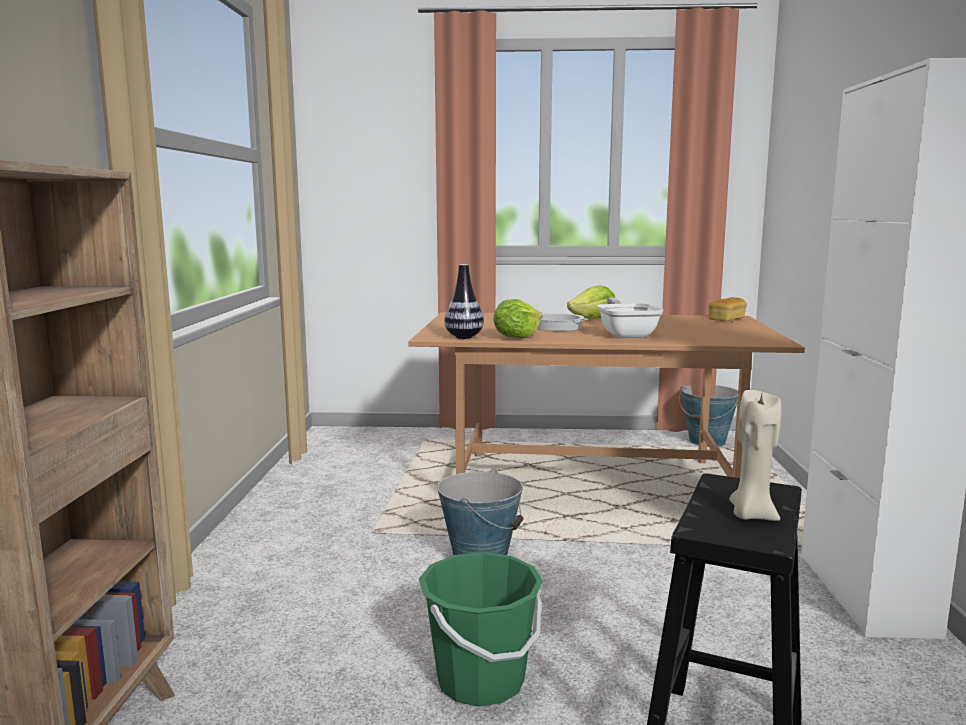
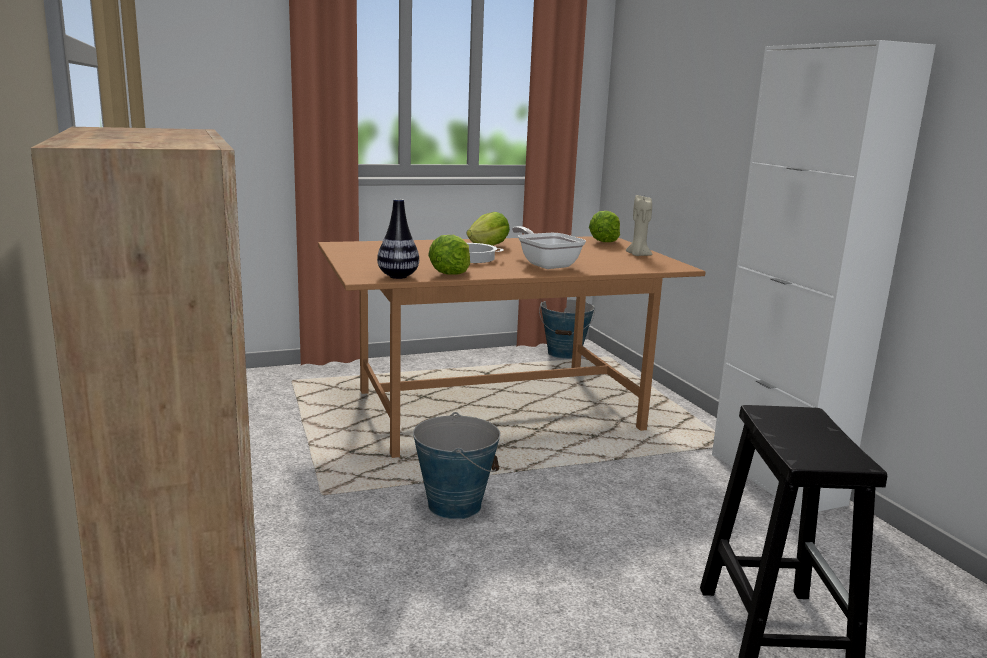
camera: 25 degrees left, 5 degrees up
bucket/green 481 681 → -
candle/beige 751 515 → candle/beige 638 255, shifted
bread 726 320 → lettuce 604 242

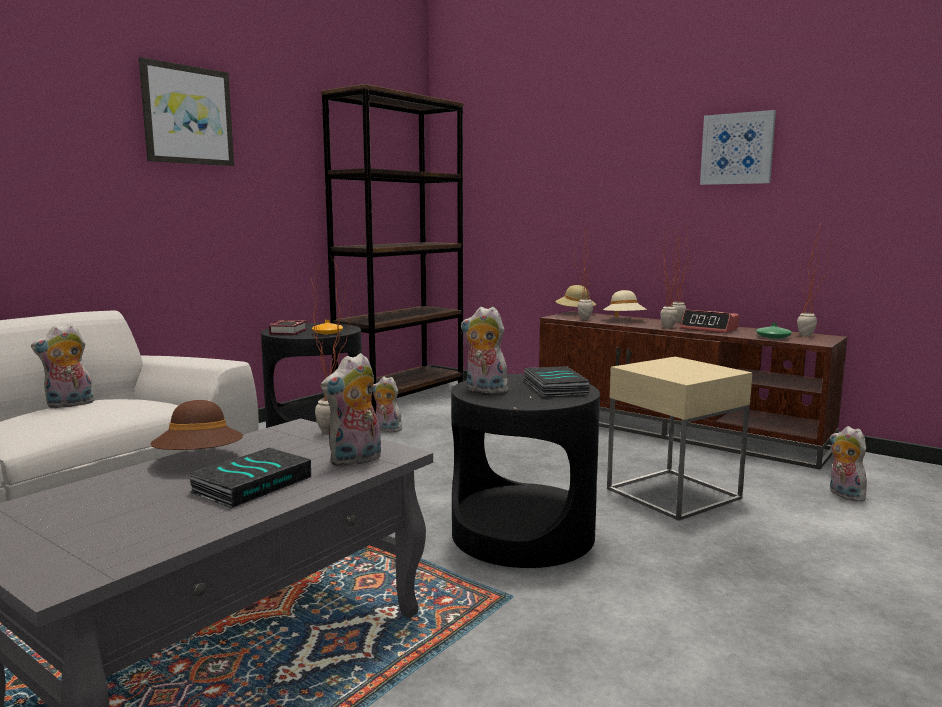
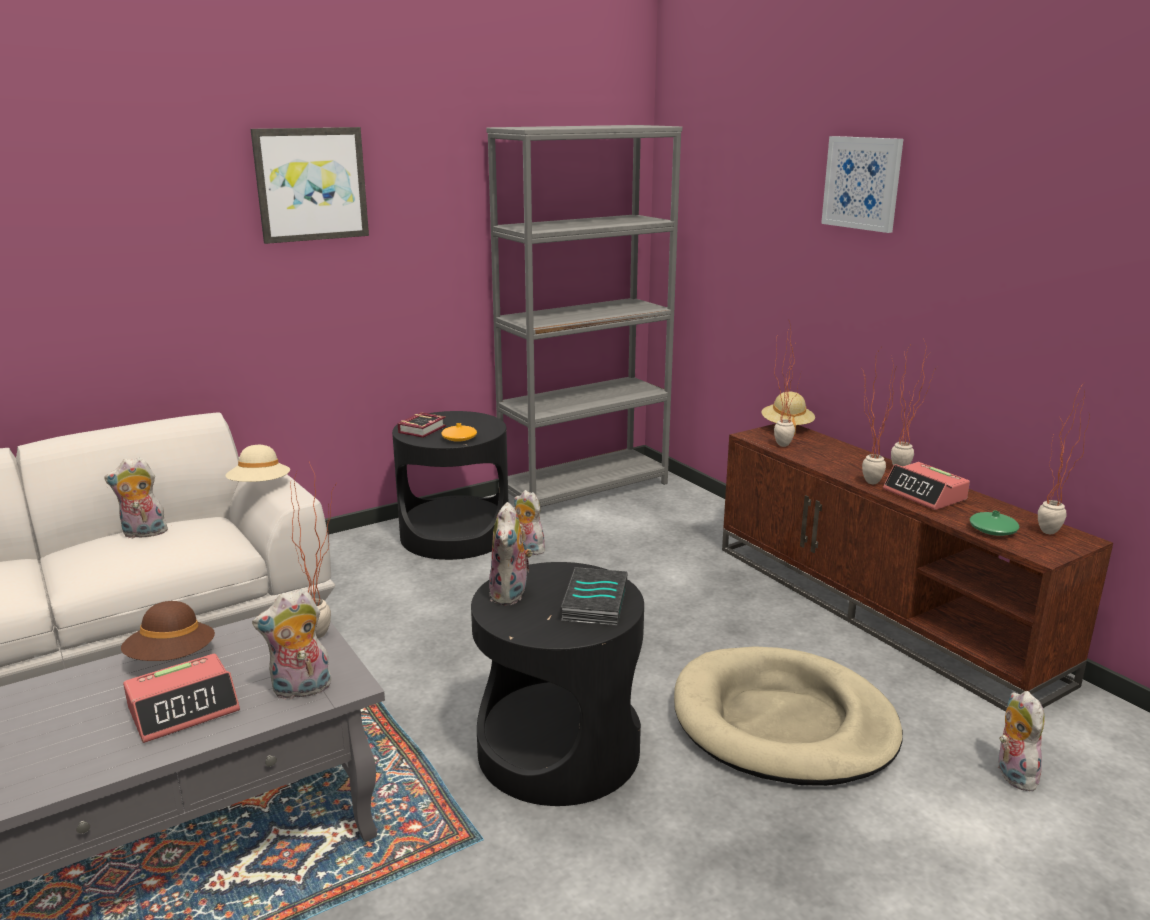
camera: 20 degrees right, 10 degrees up
hat/beige 624 320 → hat/beige 260 487, shifted
picture 737 149 → picture 862 183, shifted
book 251 484 → alarm clock 184 709
side table/beige 673 493 → dog bed/beige 783 723
bookcase/brown 401 394 → bookcase/grey 585 489
plush toy 484 390 → plush toy 511 595, 135 degrees counterclockwise

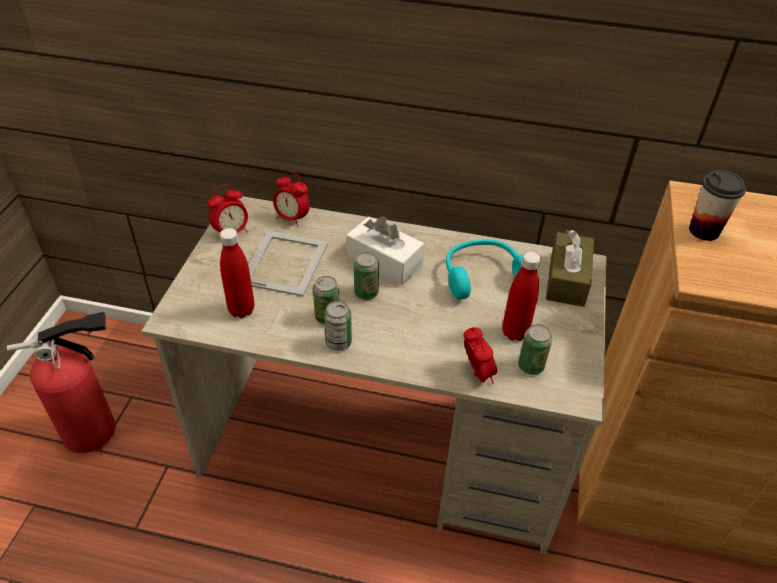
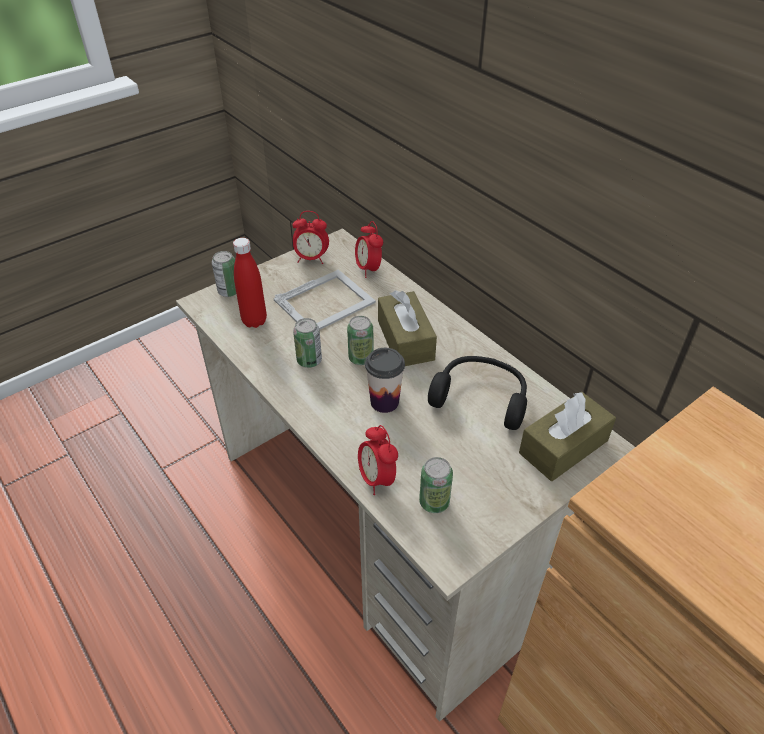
camera: 40 degrees right, 0 degrees up
fire extinguisher 95 430 → -
bottle/red 515 332 → -
can 338 343 → can 229 291, shifted
cup 704 231 → cup 384 402, shifted
tissue box/white 384 261 → tissue box/brown 405 340
headphones/turquoise 482 275 → headphones/black 481 397
alarm clock 477 374 → alarm clock 377 479, 135 degrees clockwise

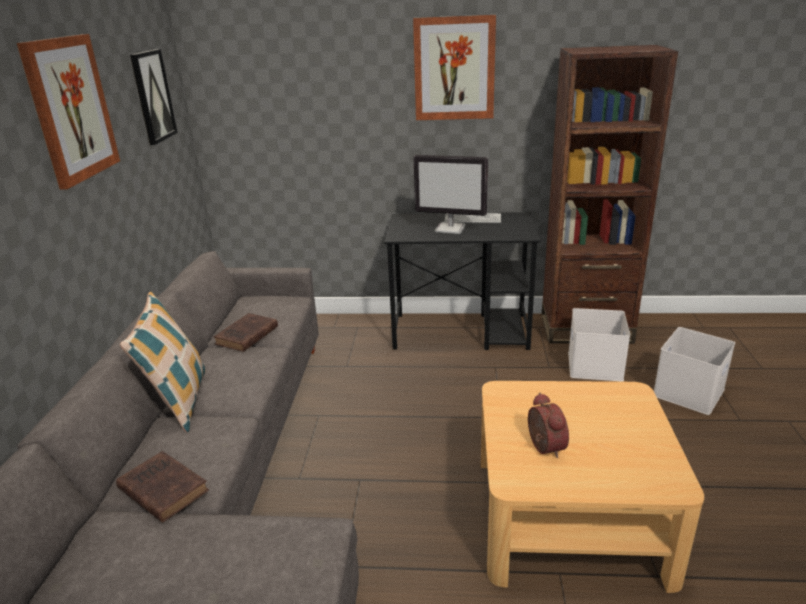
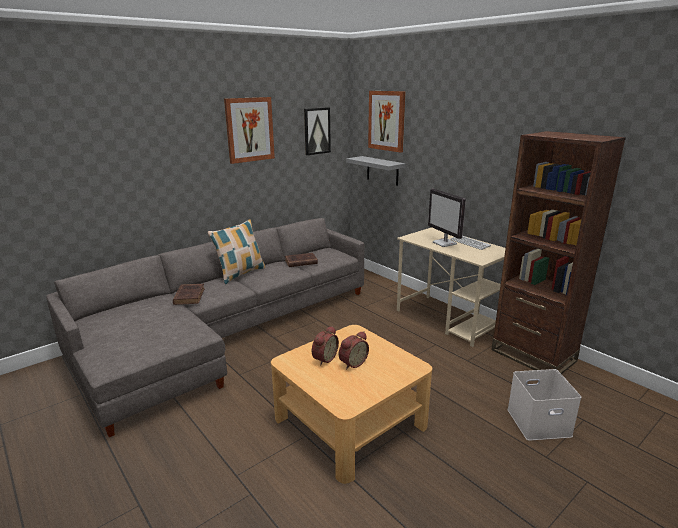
camera: 45 degrees right, 5 degrees down
storage box/white 596 366 → -
- → alarm clock 352 363
- → shelf/grey 382 171
picture 454 69 → picture 386 121, shifted
desk/black 461 331 → desk/beige 448 320

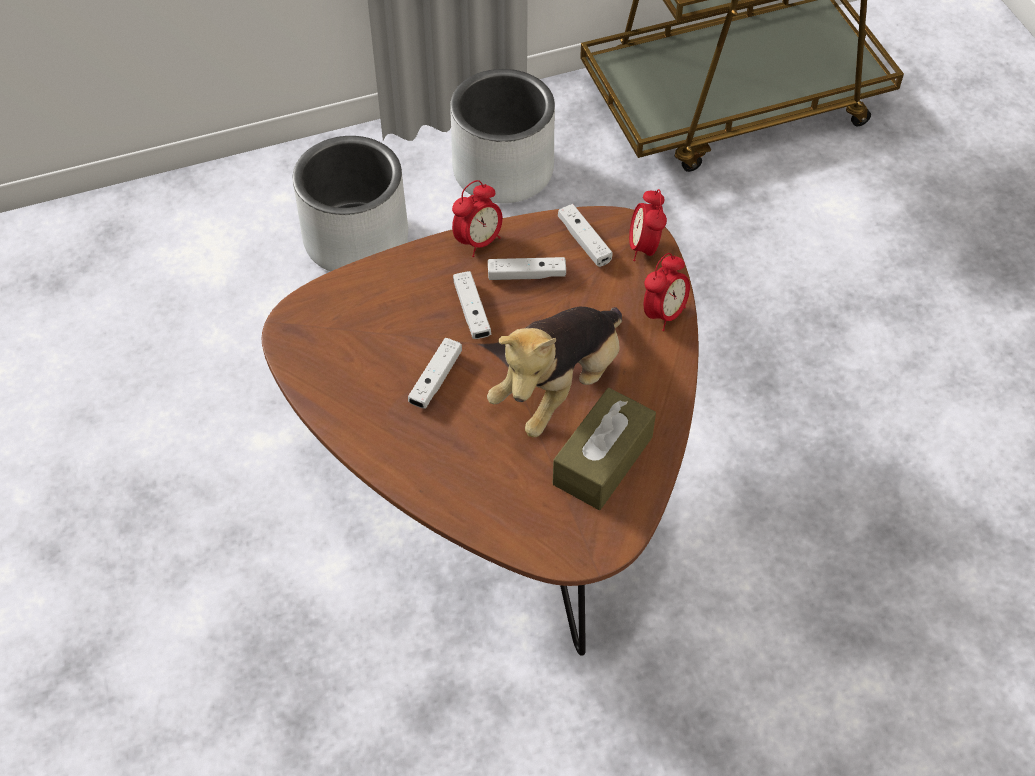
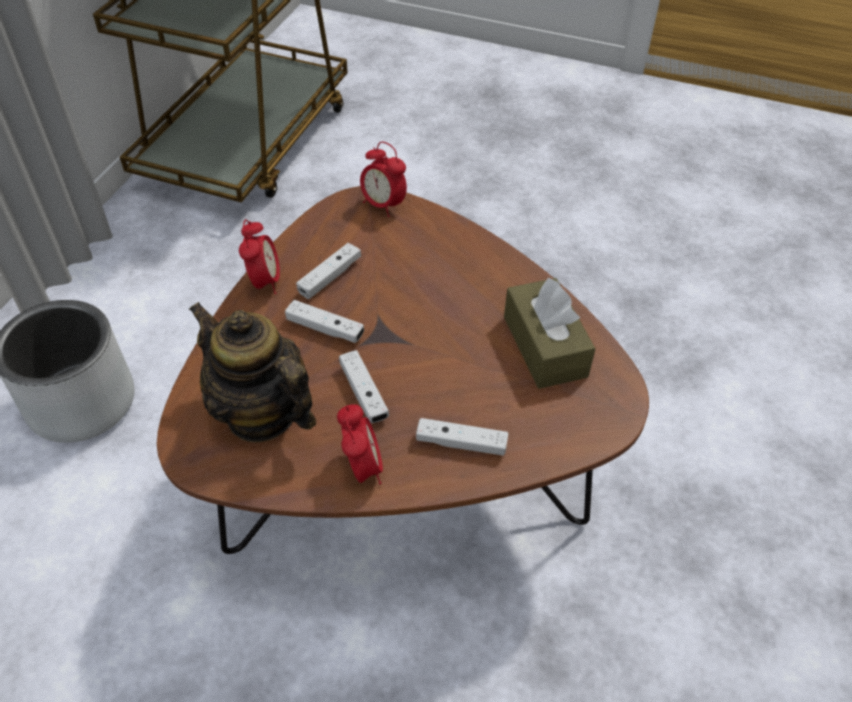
camera: 50 degrees left, 5 degrees down
planter/grey 504 170 → -
plush toy 559 386 → -
- → teapot 261 413
game controller/white 584 241 → game controller/white 461 443, shifted
alarm clock 664 314 → alarm clock 362 468, shifted

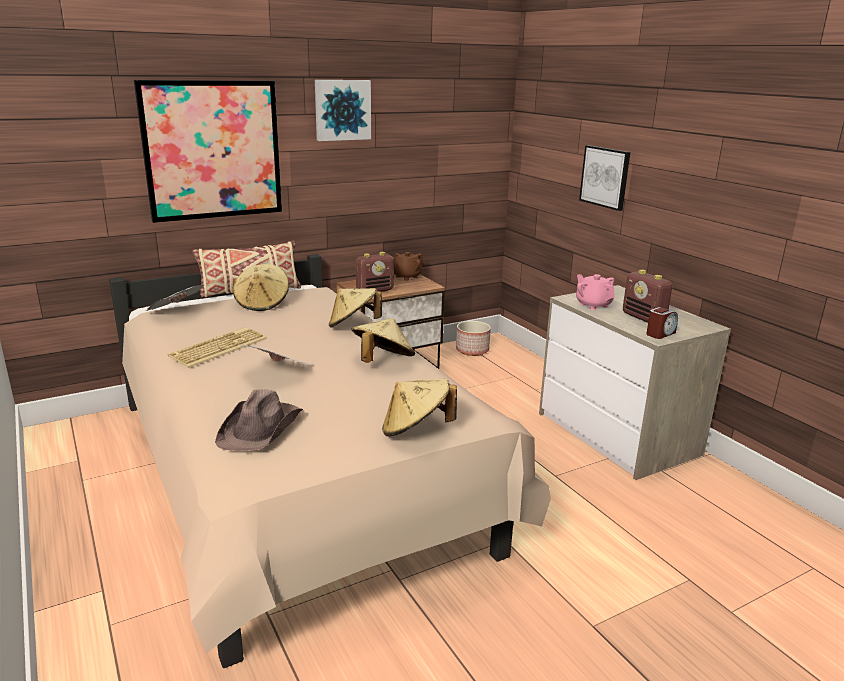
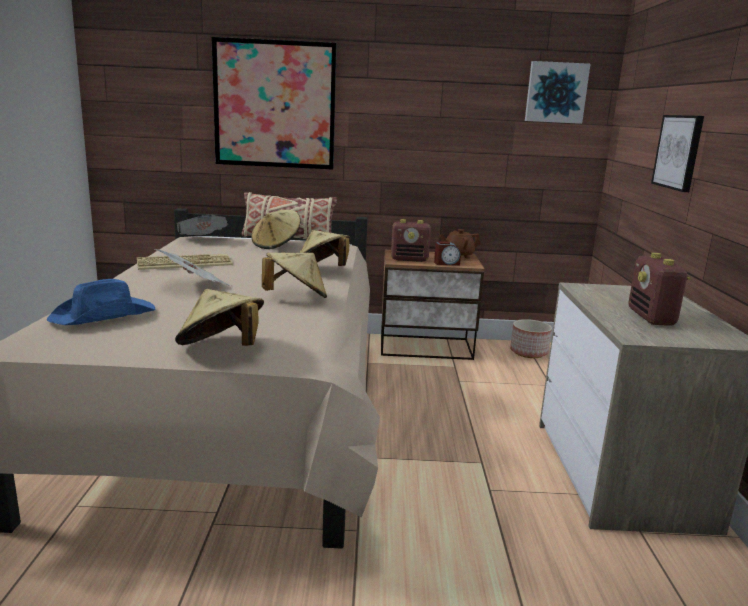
camera: 30 degrees right, 5 degrees down
teapot/pink 593 305 → -
picture 342 110 → picture 556 92, shifted
alarm clock 660 334 → alarm clock 446 263, shifted
hat/brown 261 428 → hat/blue 104 315

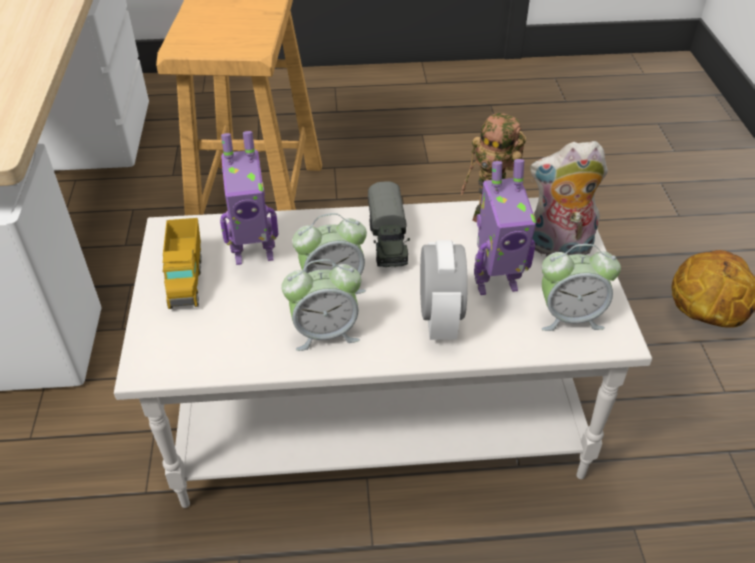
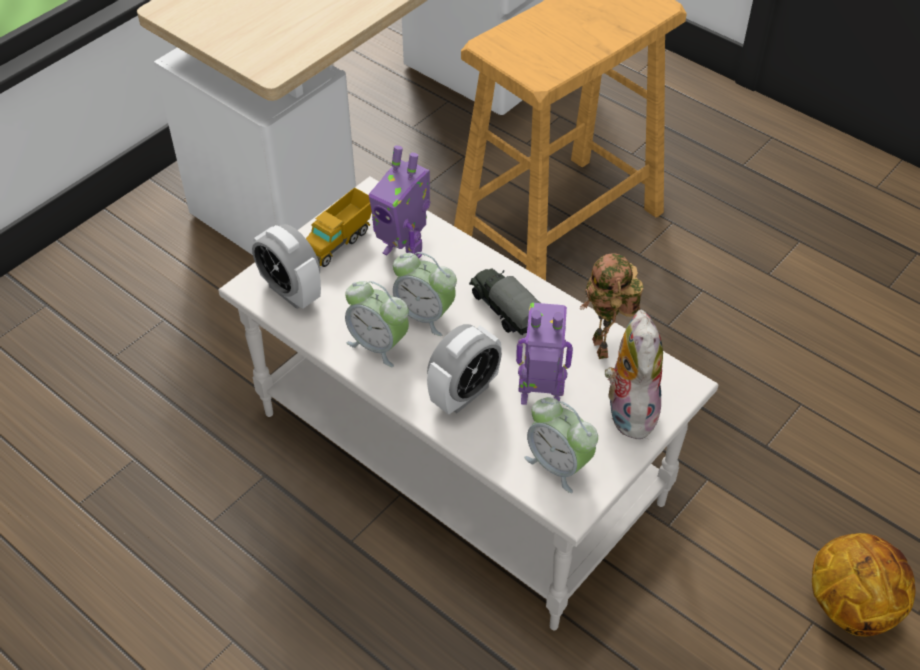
camera: 45 degrees right, 5 degrees up
- → alarm clock 291 292
toy truck 388 242 → toy truck 505 311, 105 degrees clockwise
toy robot 495 282 → toy robot 540 398, 150 degrees clockwise
plush toy 558 248 → plush toy 628 410, 45 degrees clockwise

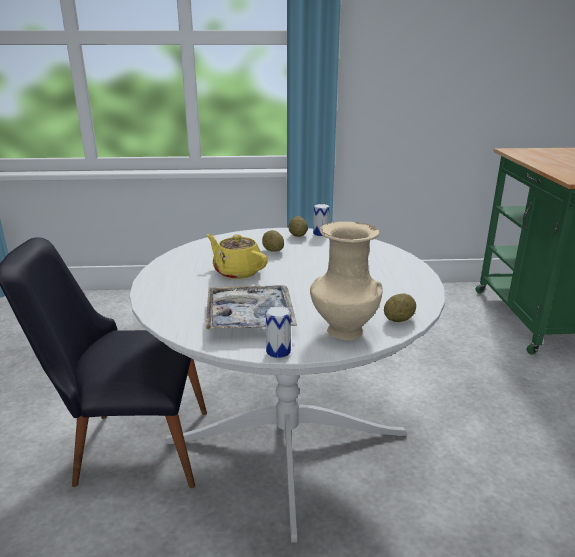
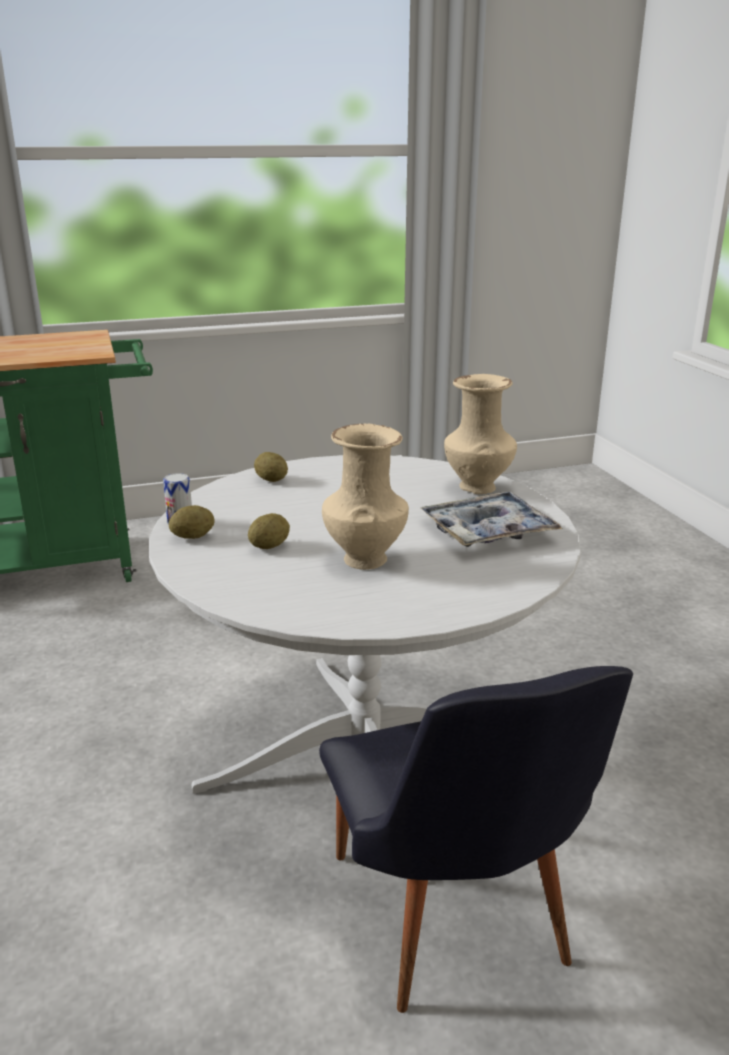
camera: 105 degrees left, 0 degrees up
can 278 351 → -
potato 398 319 → potato 271 480, shifted
teapot/yellow 237 271 → vase/beige 364 559

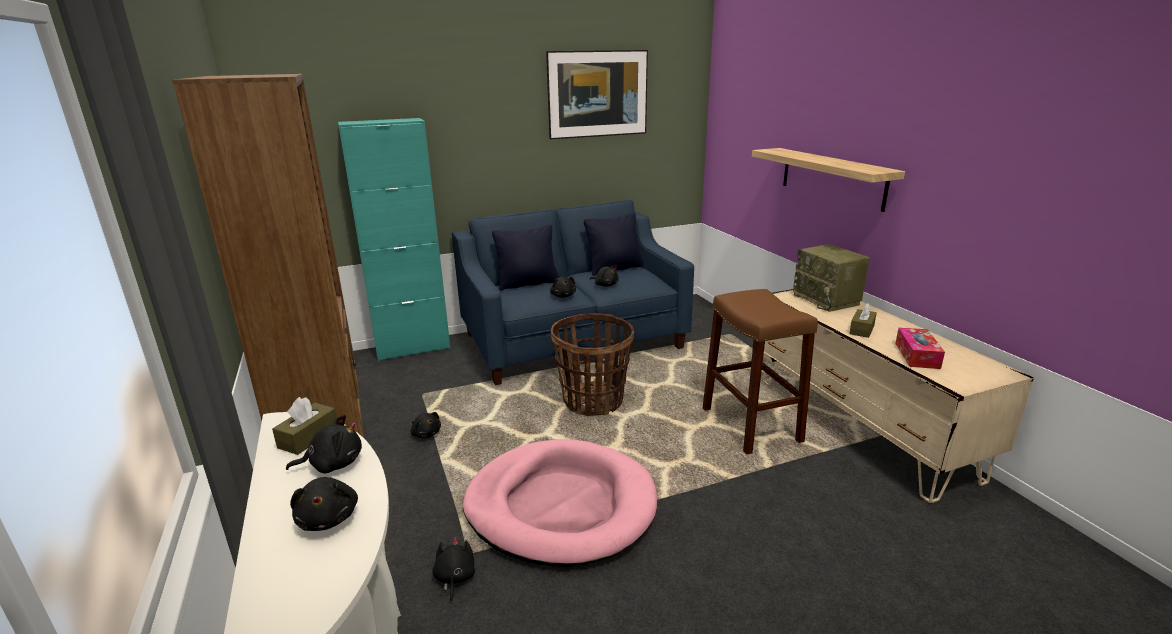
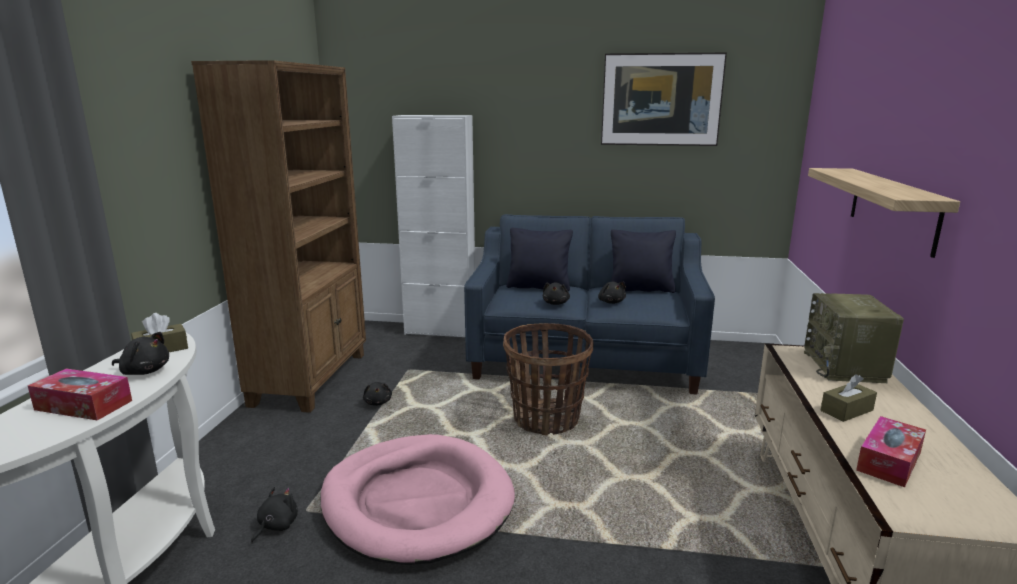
camera: 30 degrees right, 5 degrees down
stool/brown 751 425 → -
plush toy/black 329 518 → tissue box 83 405
cabinet/turquoise 413 348 → cabinet/white 440 331

